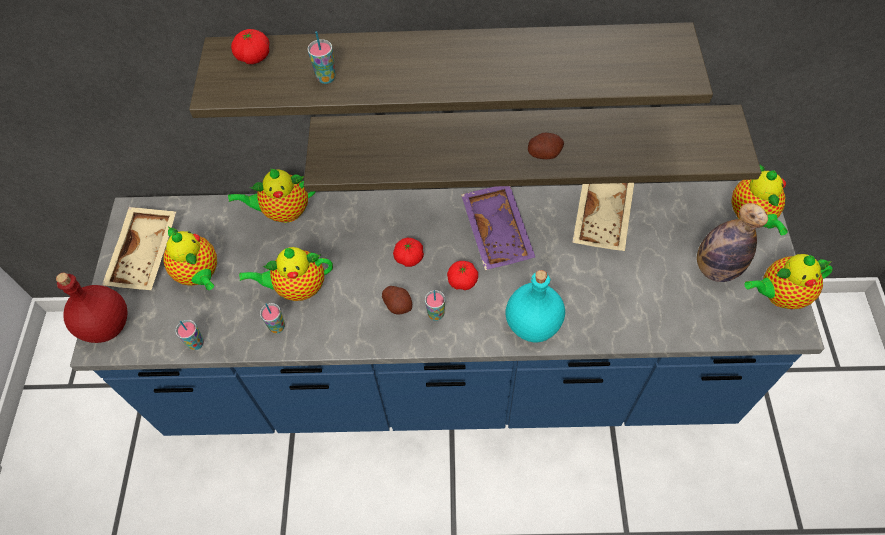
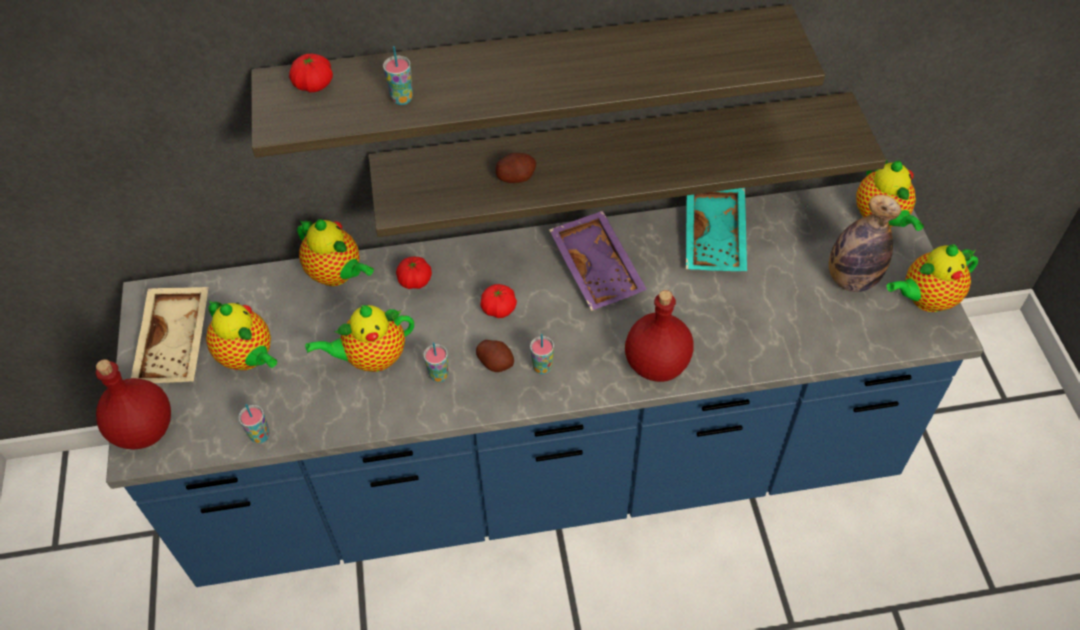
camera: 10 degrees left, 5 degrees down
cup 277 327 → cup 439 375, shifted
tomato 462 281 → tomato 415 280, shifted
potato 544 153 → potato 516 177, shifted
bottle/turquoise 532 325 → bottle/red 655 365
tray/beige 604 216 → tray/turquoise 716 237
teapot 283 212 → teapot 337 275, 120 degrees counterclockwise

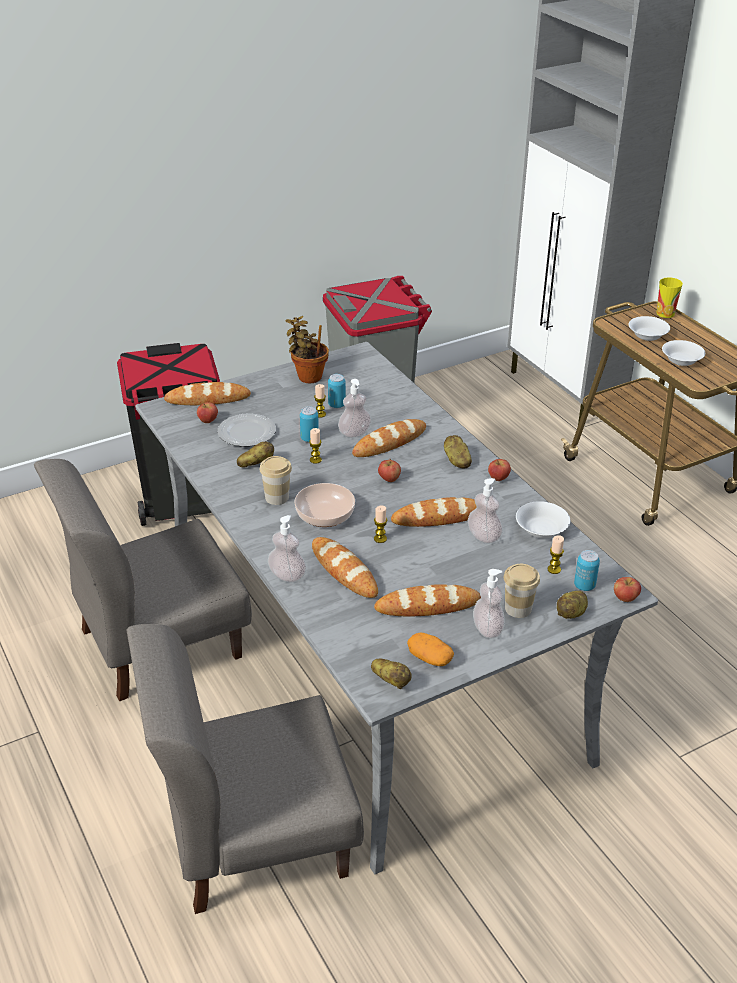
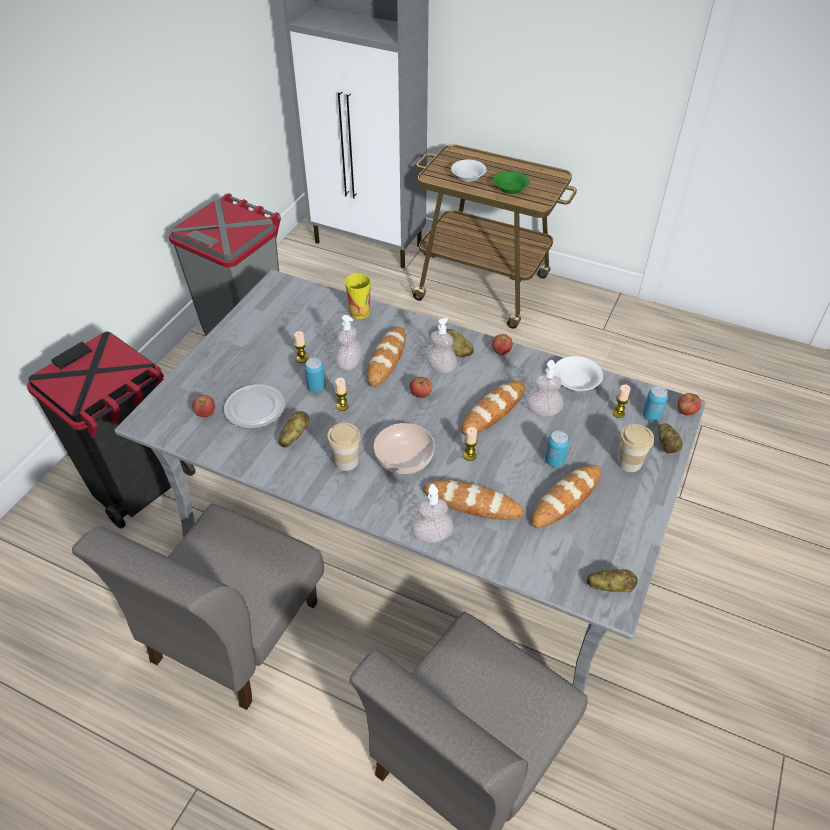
camera: 35 degrees left, 10 degrees up
bread 207 399 → -
potted plant 307 376 → -
potato 429 658 → -
can 336 405 → can 554 461, shifted
soap dispenser 487 629 → soap dispenser 440 367, shifted
cup 665 313 → cup 359 312, shifted
bowl/white 681 360 → bowl/green 510 189

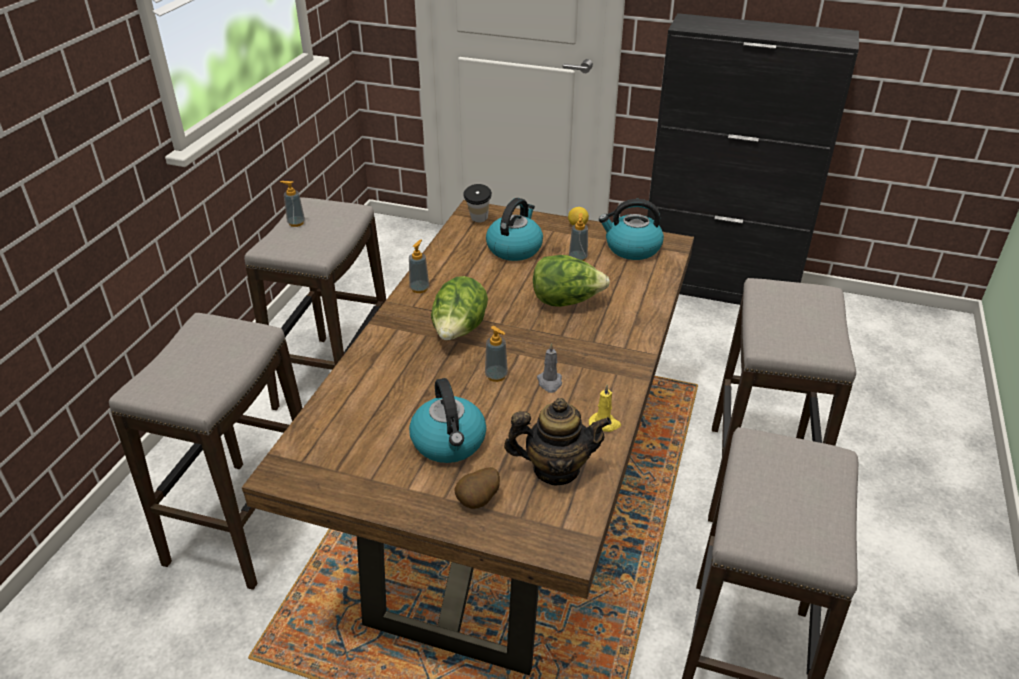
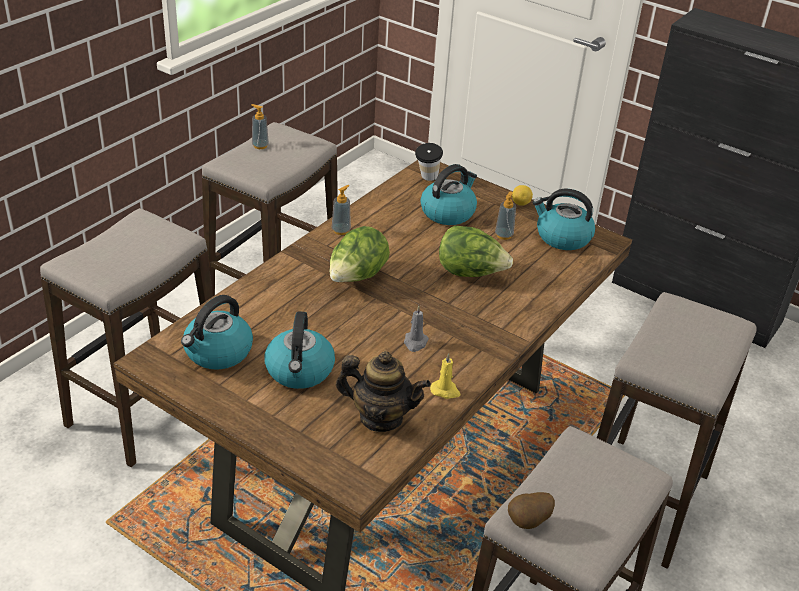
camera: 15 degrees right, 0 degrees up
soap dispenser 496 376 → -
- → kettle 217 352
potato 479 501 → potato 529 522, shifted

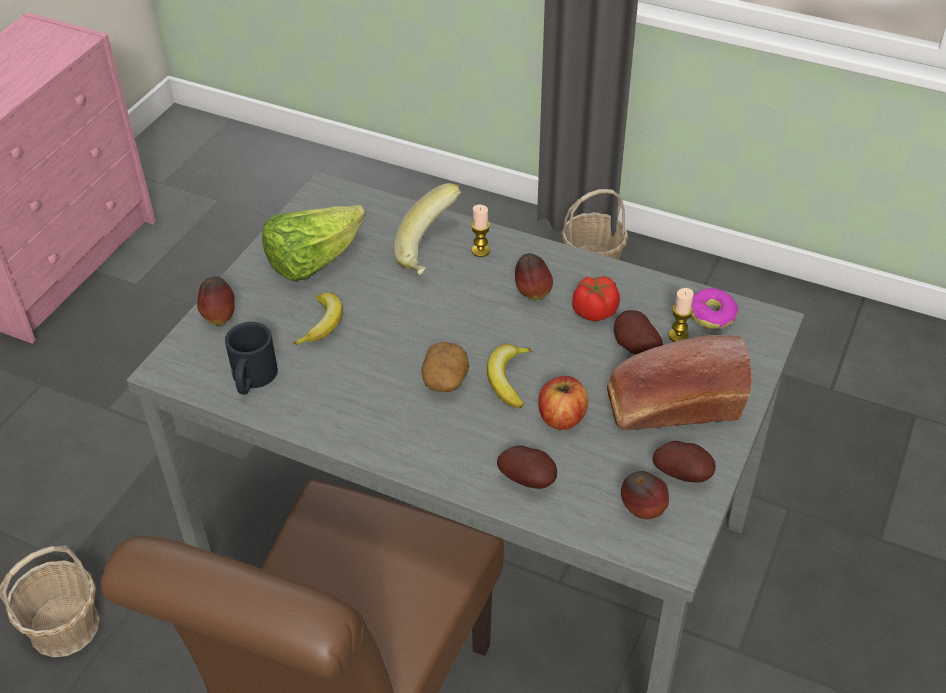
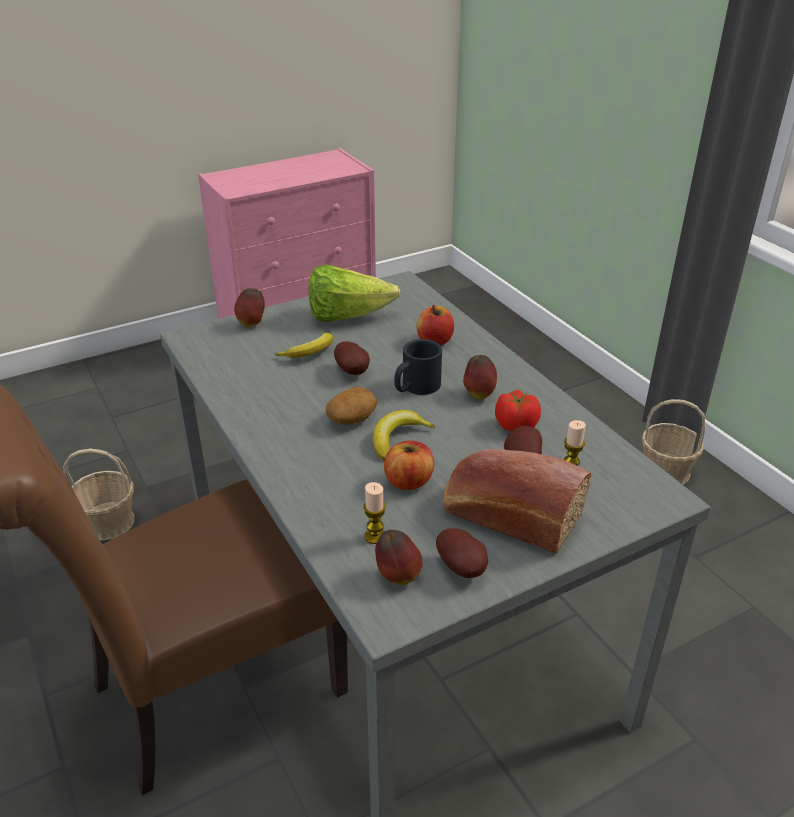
camera: 35 degrees right, 10 degrees down
donut 711 315 → -
mug/black 252 379 → mug/black 415 388, shifted
candle 480 251 → candle 375 536, shifted
potato 529 479 → potato 353 372, shifted
banana 432 251 → apple 435 341

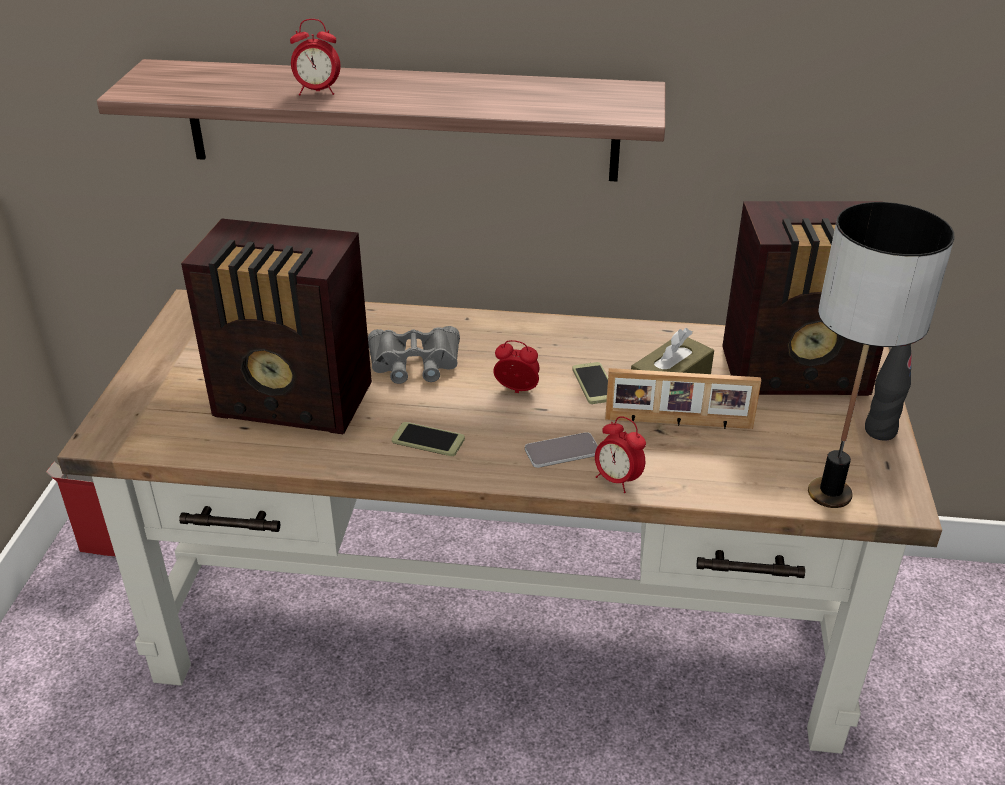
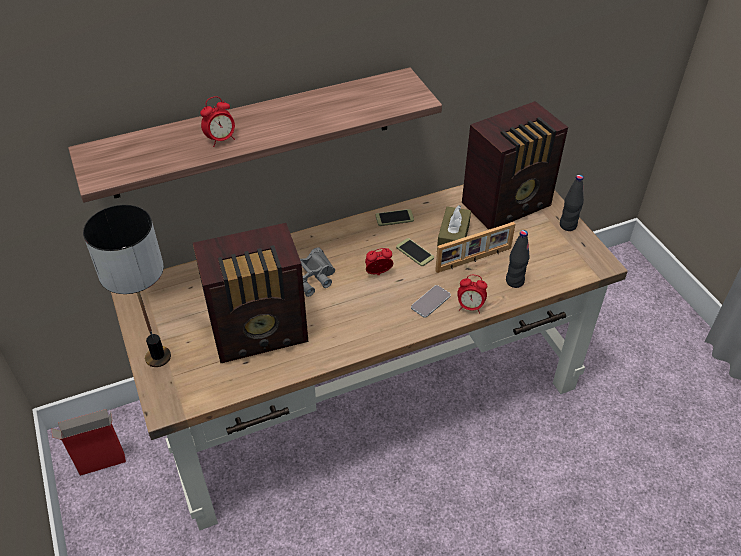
camera: 30 degrees left, 10 degrees up
- → bottle/black 514 281
phone 428 440 → phone 394 218, shifted
table lamp 830 494 → table lamp 158 357, shifted

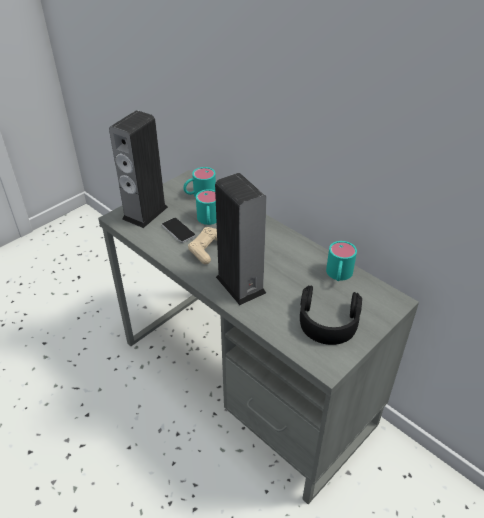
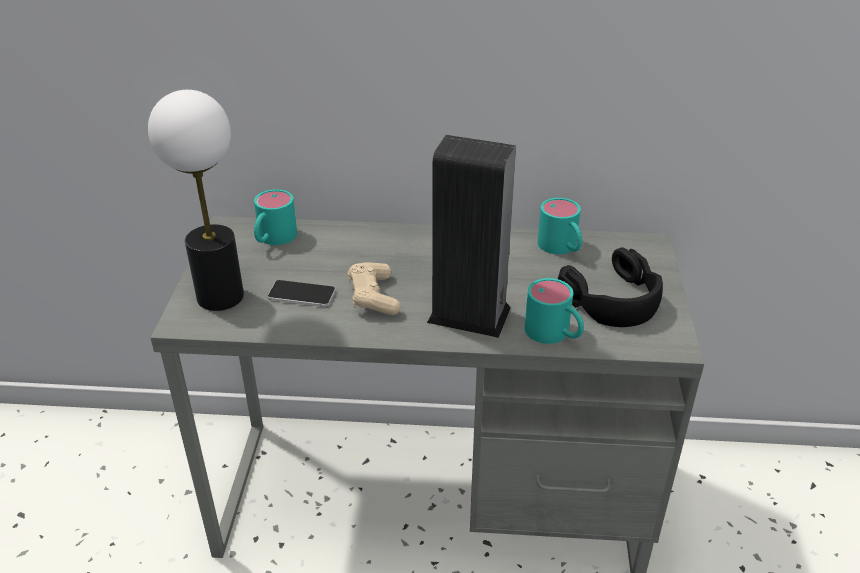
camera: 40 degrees left, 5 degrees down
mug/turquoise 208 221 → mug/turquoise 554 334, shifted
speaker 145 213 → table lamp 221 296

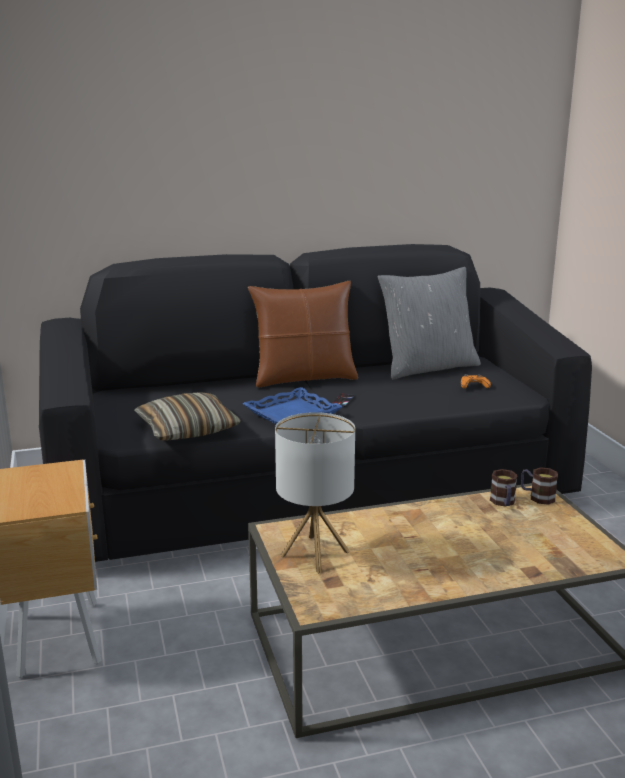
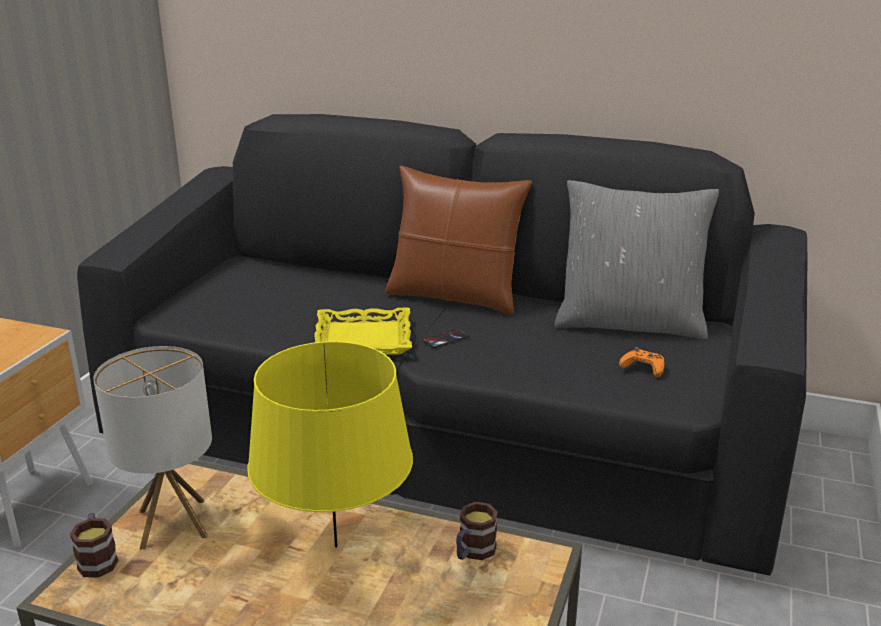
camera: 35 degrees right, 5 degrees up
pillow 187 429 → -
- → table lamp/yellow 335 546
mug 537 497 → mug 97 559, shifted
tray/blue 292 414 → tray/yellow 363 339

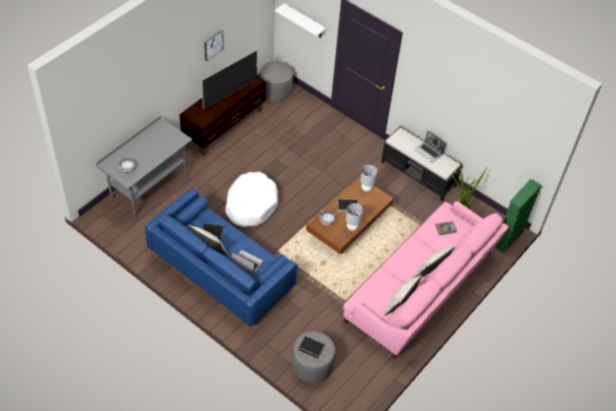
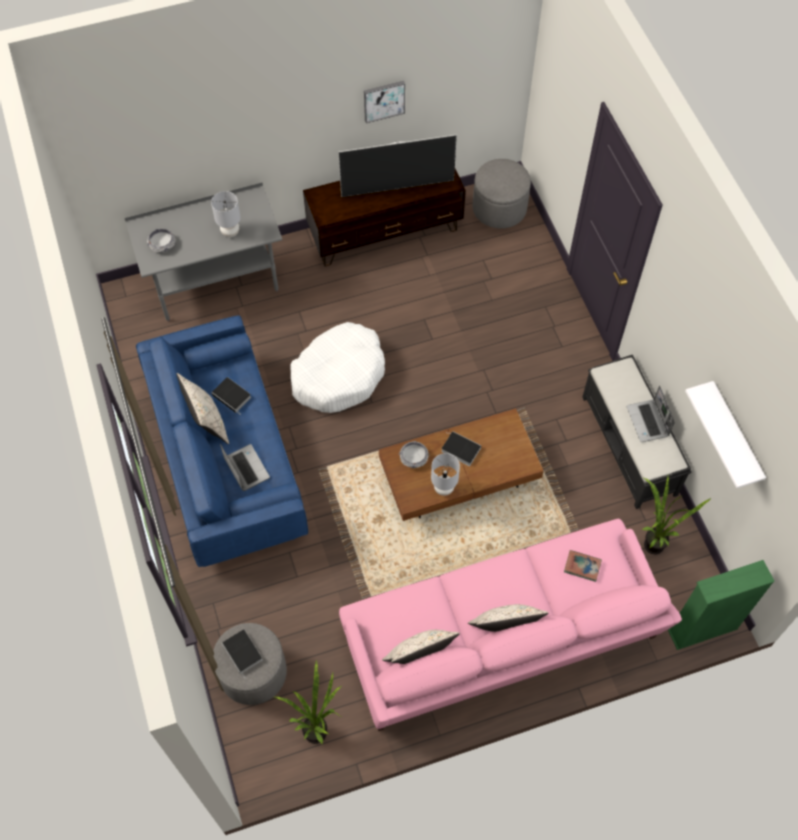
camera: 35 degrees right, 10 degrees up
- → potted plant 319 728
shelf/white 304 21 → shelf/white 735 436, shifted
table lamp/grey 366 189 → table lamp/grey 230 231, shifted

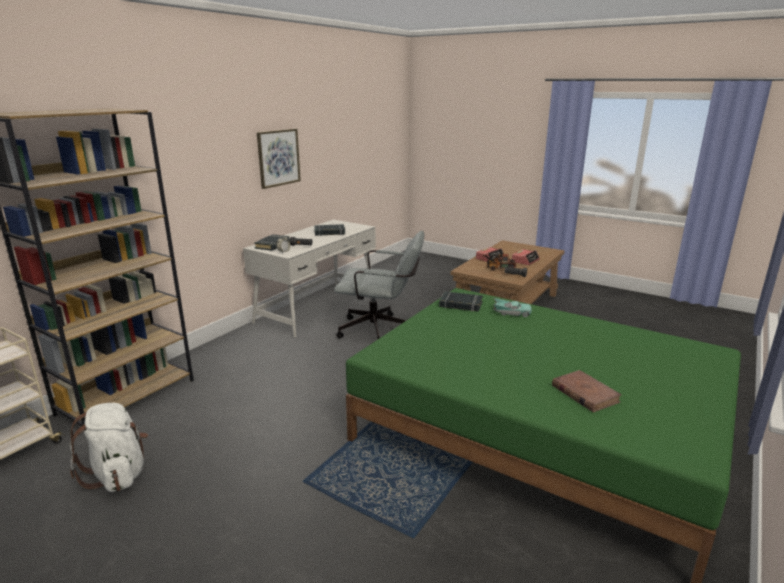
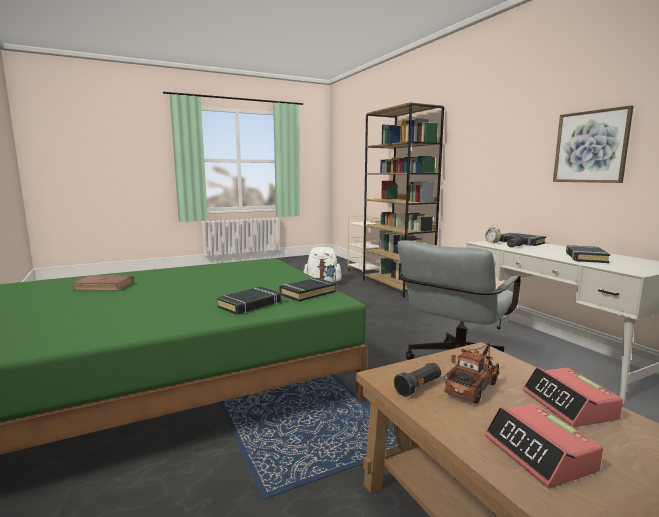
camera: 120 degrees right, 10 degrees down
toy car/turquoise 511 313 → book/black 250 305

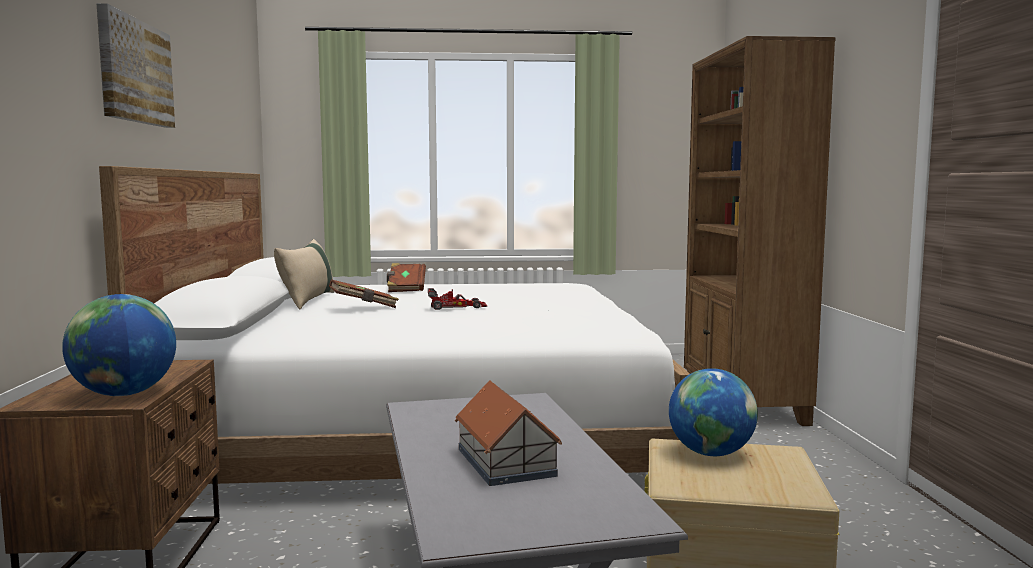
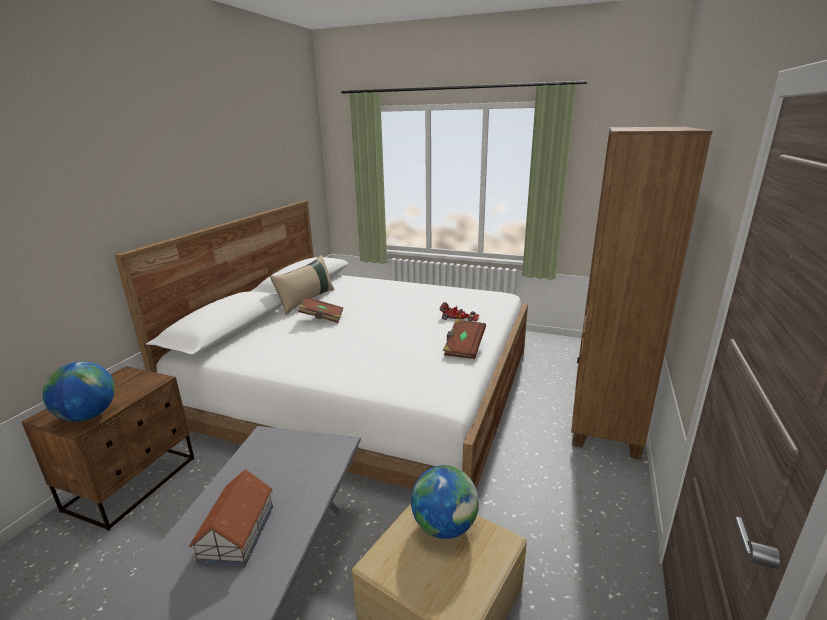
camera: 25 degrees right, 15 degrees up
picture 134 72 → -
book/brown 406 288 → book/brown 463 348, shifted
toy car 456 306 → toy car 459 317, shifted

